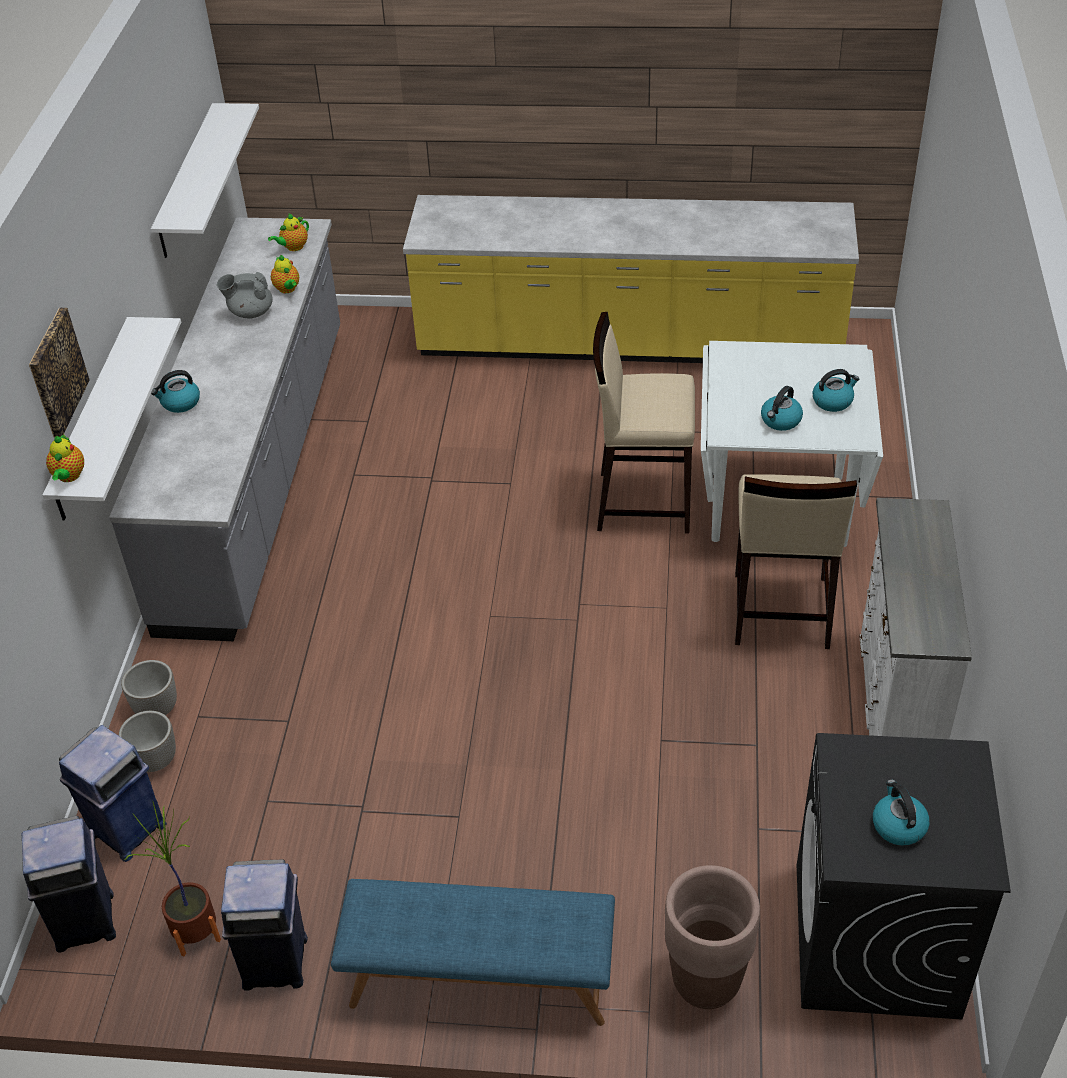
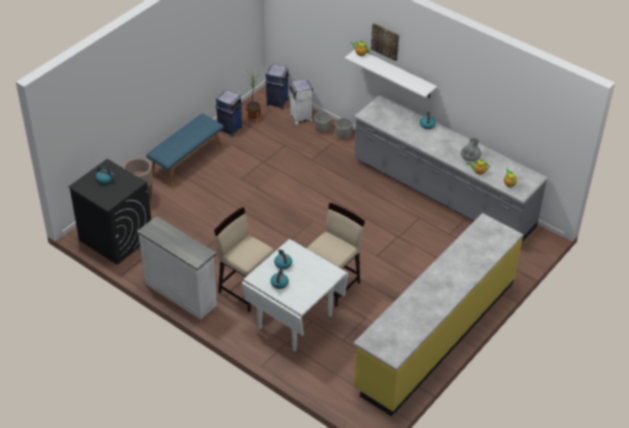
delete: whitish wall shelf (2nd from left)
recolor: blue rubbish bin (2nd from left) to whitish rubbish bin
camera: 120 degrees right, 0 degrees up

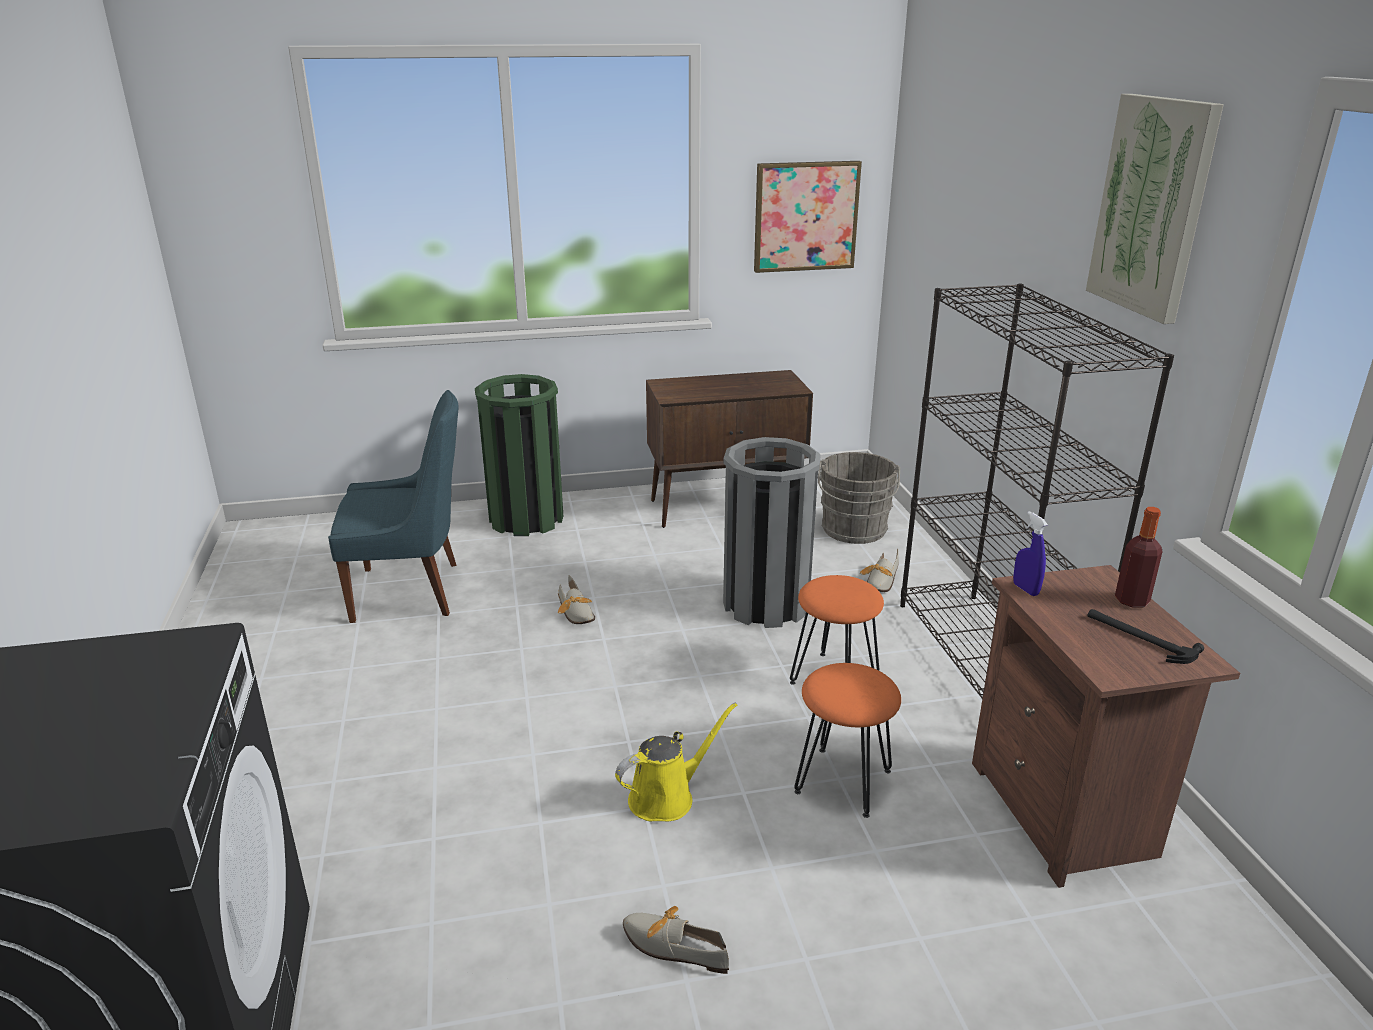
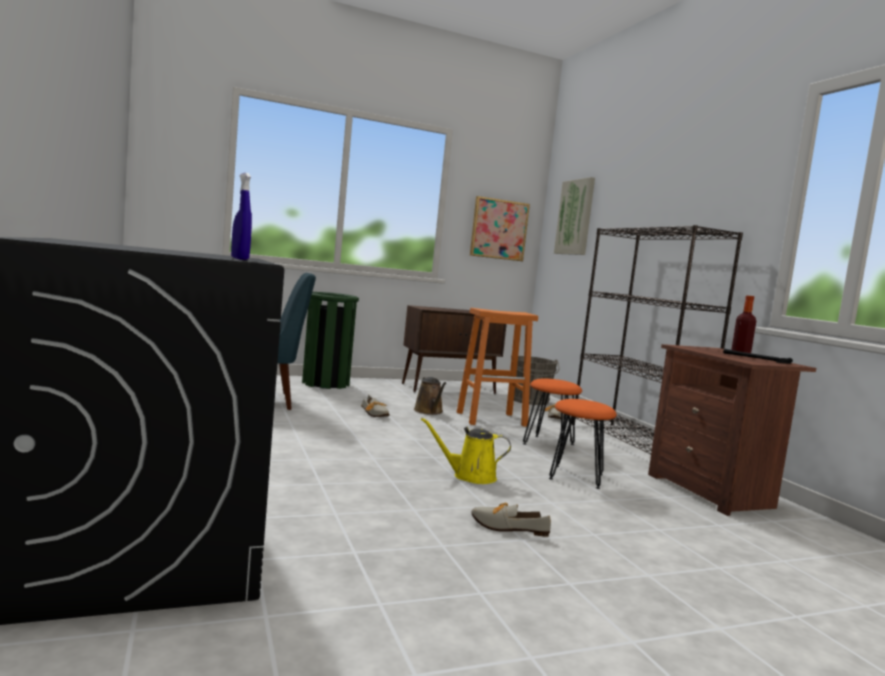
insert: brown-coloured watering pot
move: blue hand sprayer; picture (2nd from left)
replace: gray rubbish bin to orange stool seat (1st from left)
rotate: yellow-coloured watering pot 135 degrees counterclockwise
camera: 10 degrees left, 20 degrees down

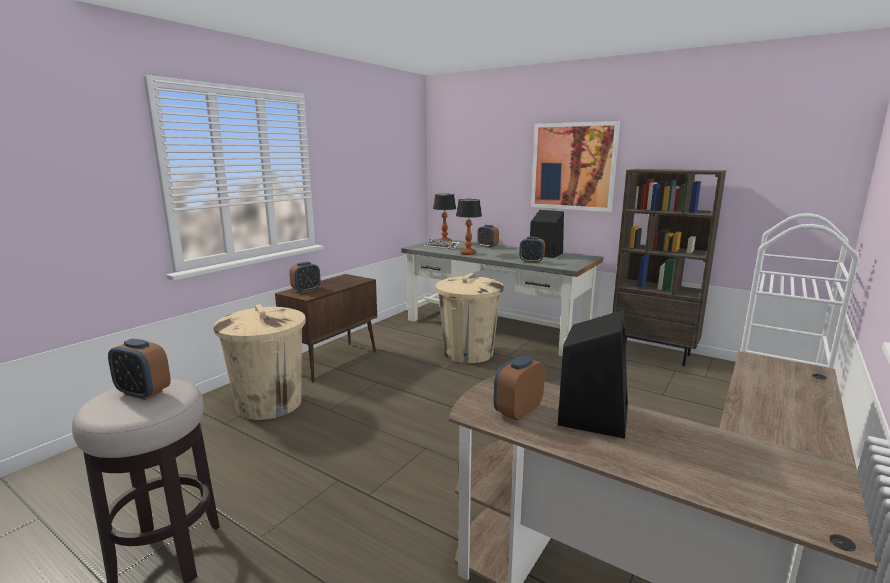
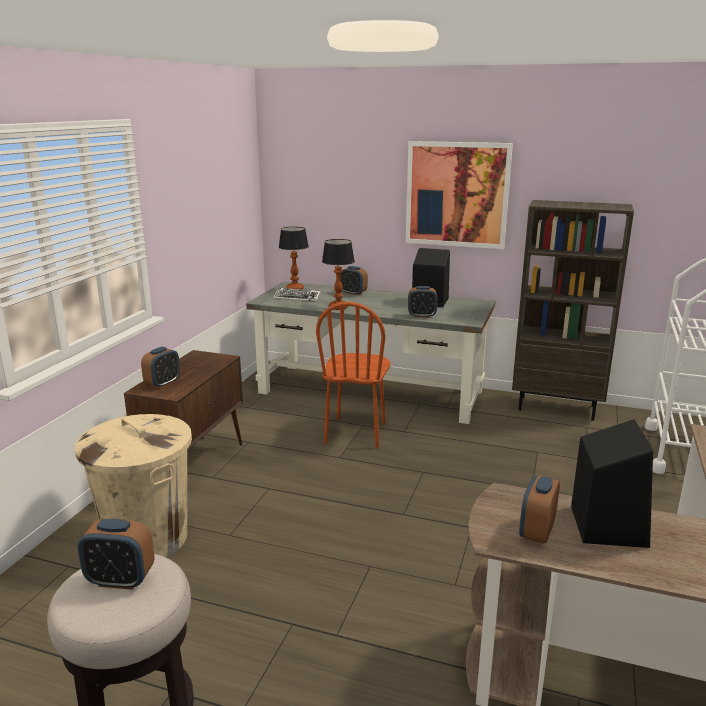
replace: beige rubbish bin (2nd from left) to brown-coloured plain chair
camera: 15 degrees left, 5 degrees up

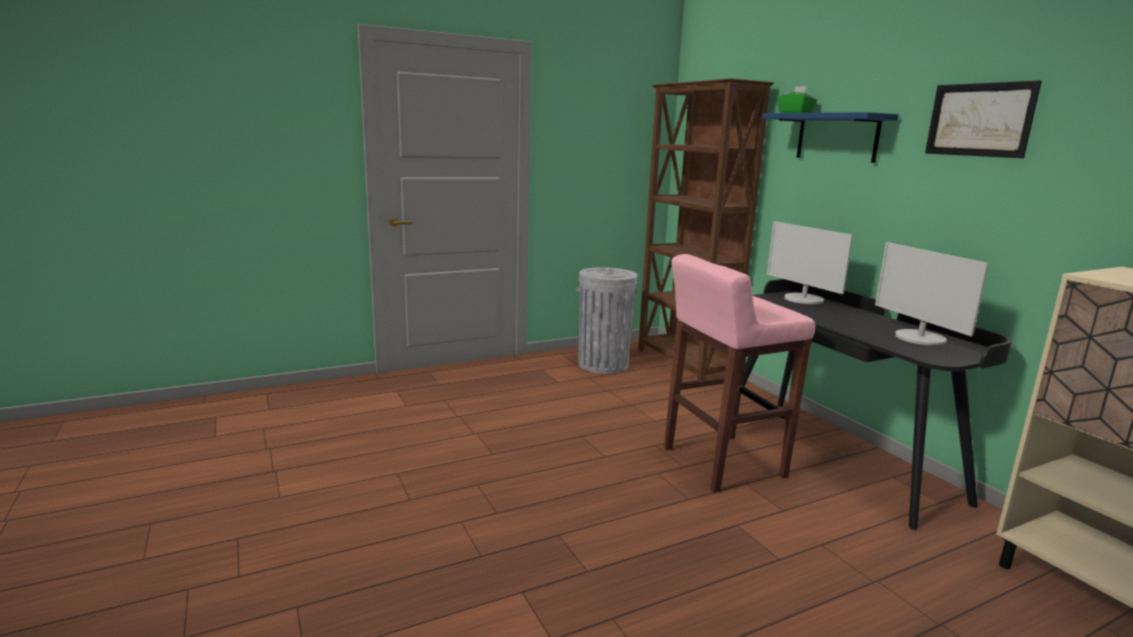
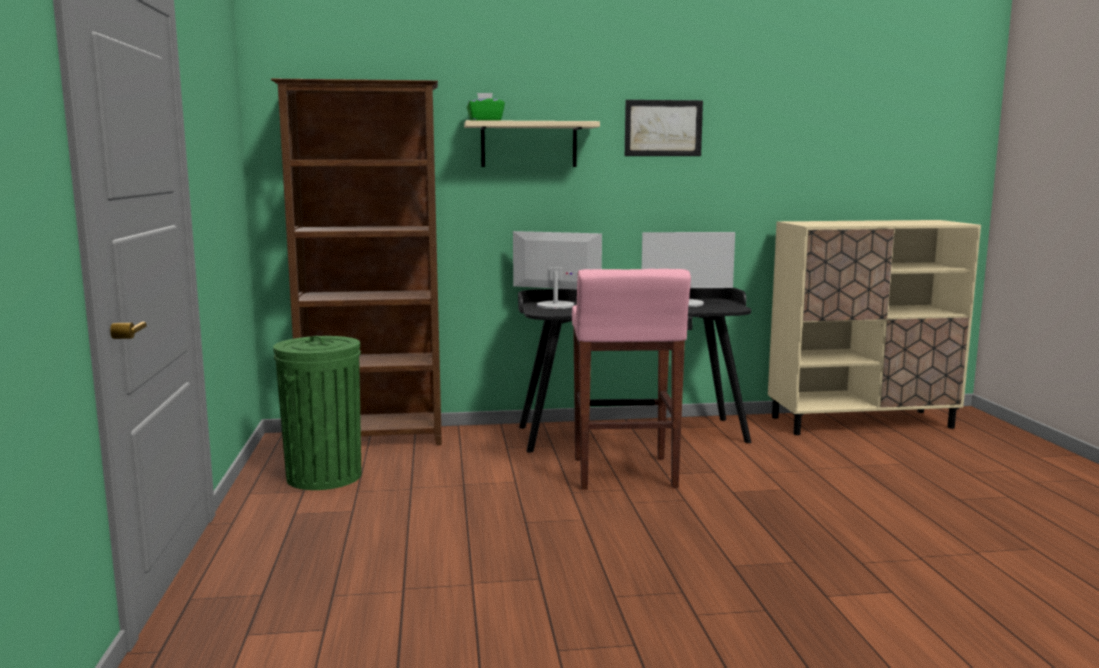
recolor: gray rubbish bin to green-coloured rubbish bin; blue wall shelf to beige wall shelf
rotate: computer display (1st from left) 150 degrees counterclockwise
camera: 70 degrees left, 5 degrees down

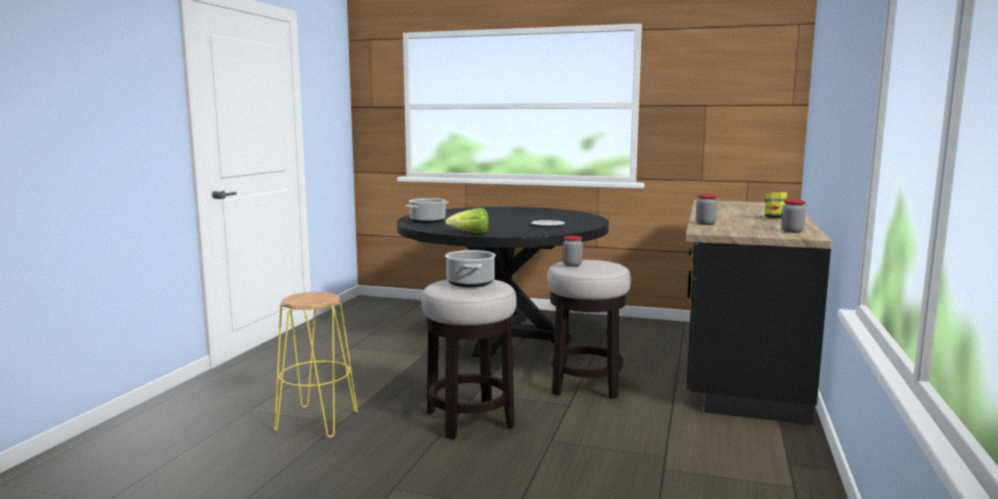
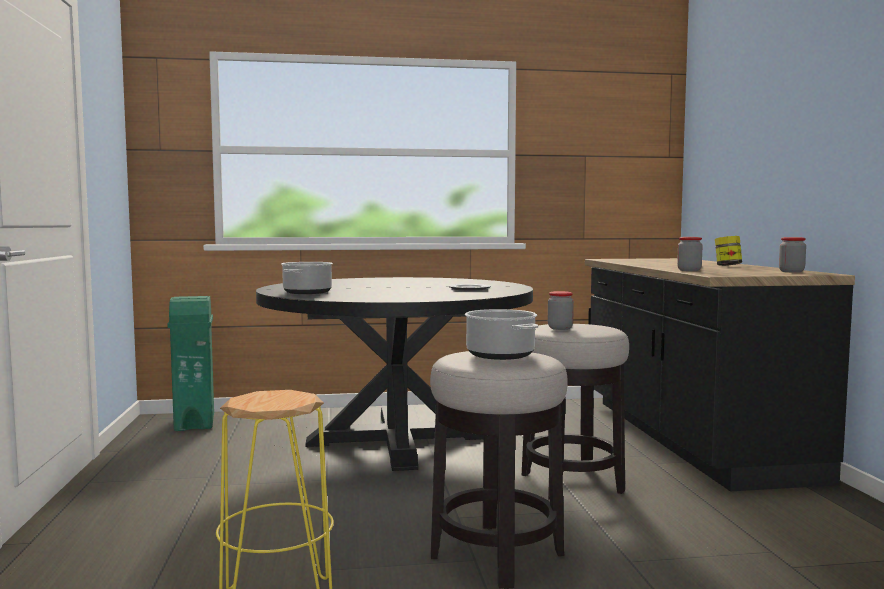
delete: lettuce head
insert: green-coloured rubbish bin
camera: 25 degrees left, 5 degrees down

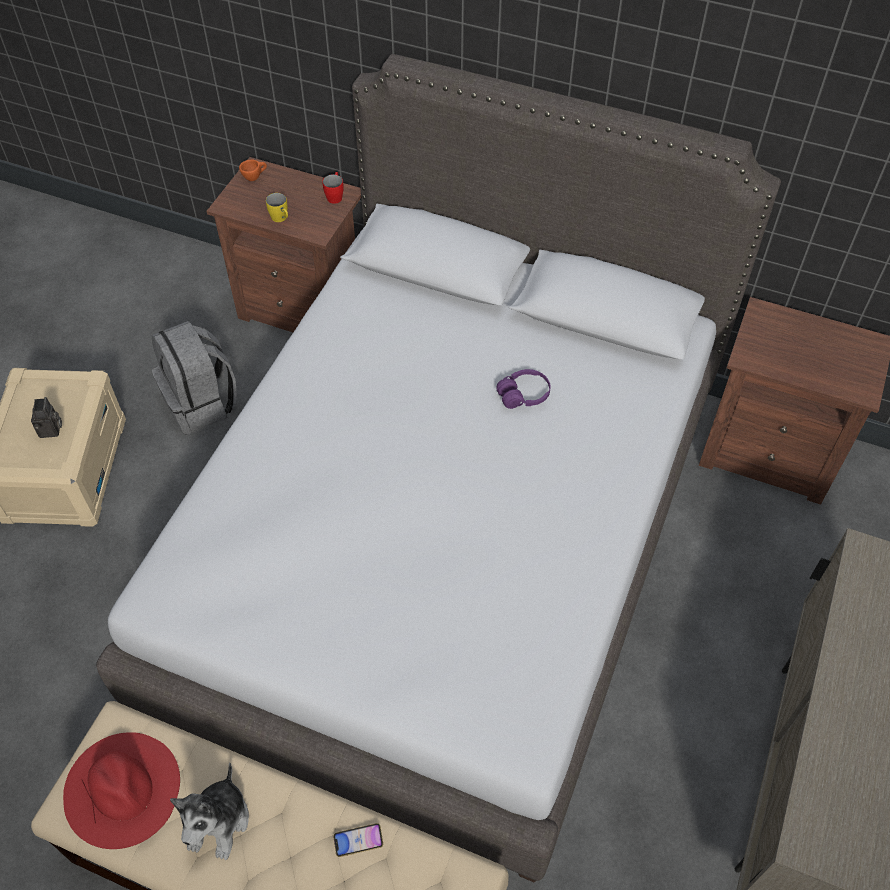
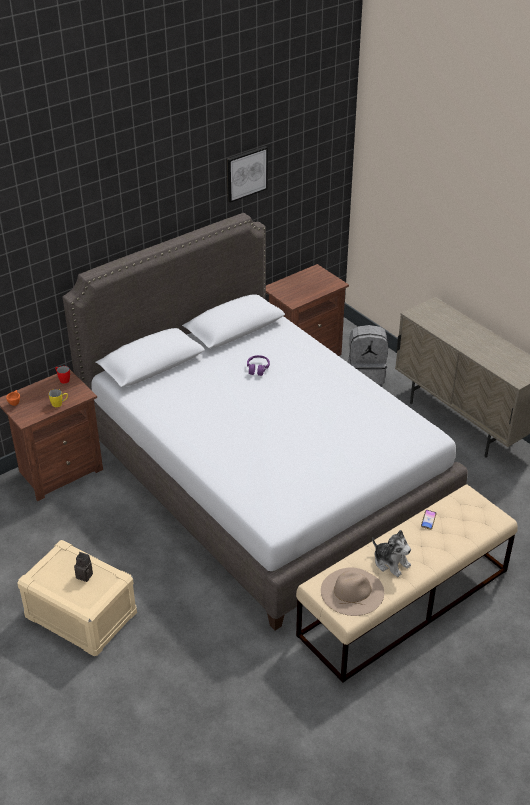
insert: picture
move: gray backpack
recolor: red-coloured clothing hat to beige clothing hat
camera: 60 degrees left, 15 degrees down

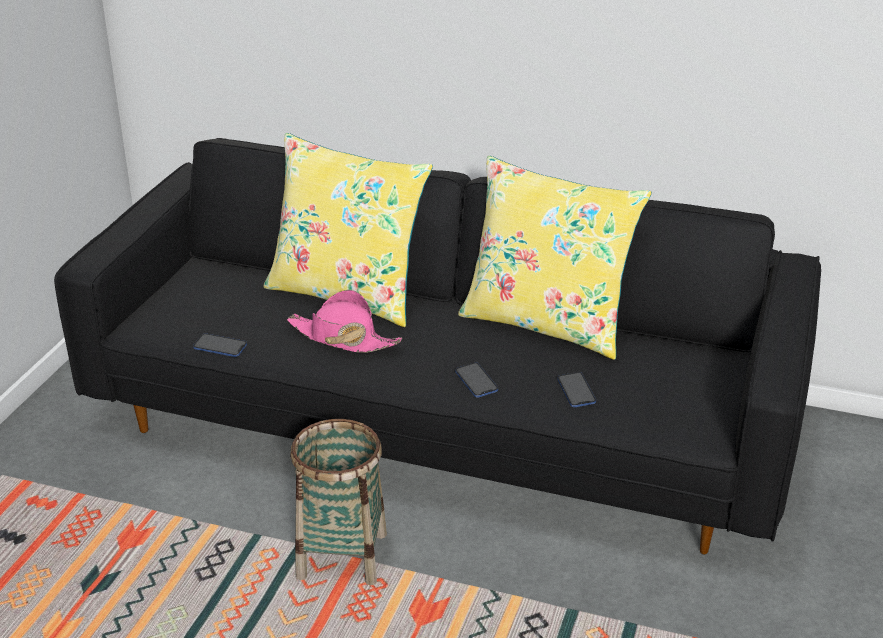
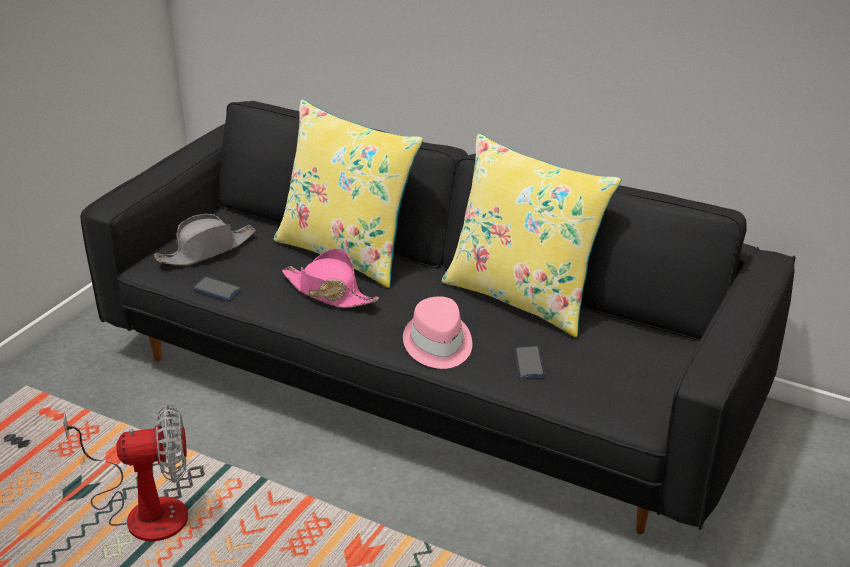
delete: household basket
insert: cooling fan; gray clothing hat
replace: phone (2nd from left) to pink-coloured clothing hat (2nd from left)
camera: 10 degrees right, 0 degrees up

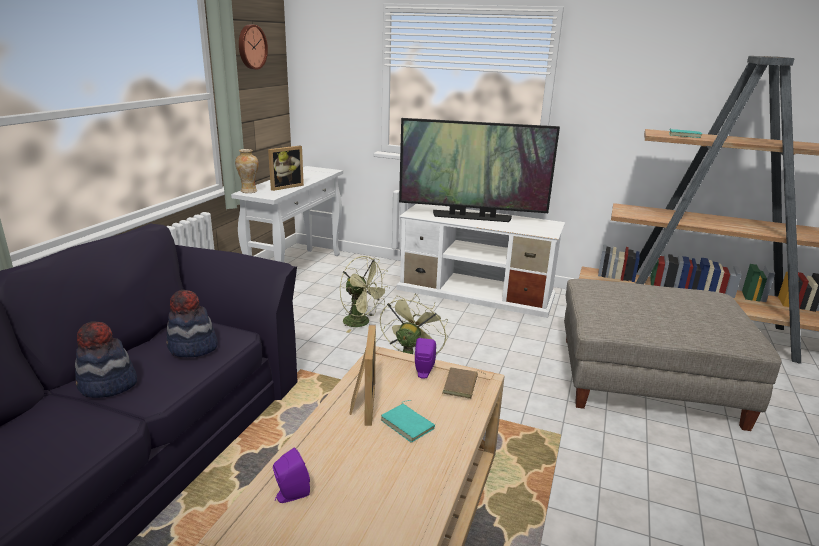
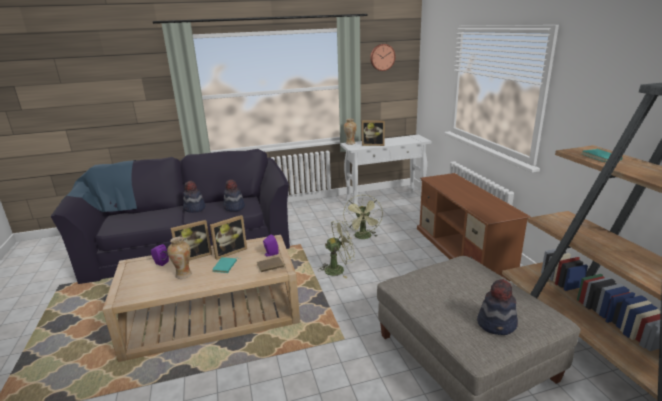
delete: TV
insert: flower vase (1st from left); photo frame (1st from left); clothing hat (3rd from left)
recolor: whitish tv stand to brown-coloured tv stand
camera: 55 degrees right, 0 degrees up

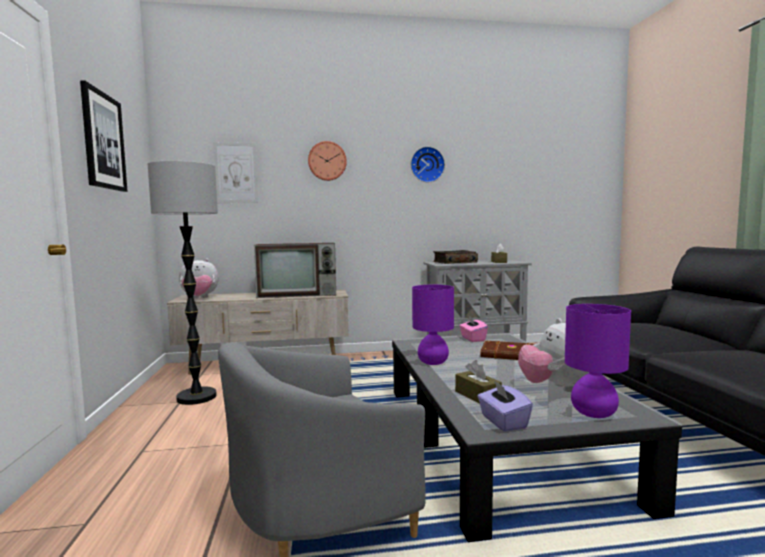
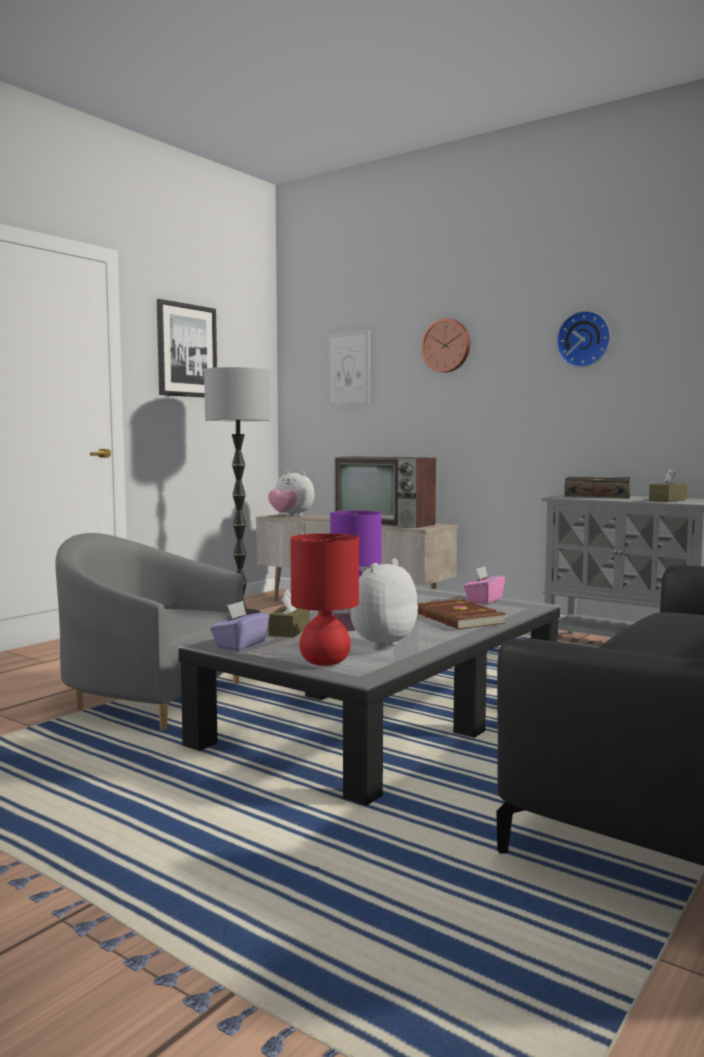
recolor: purple-coloured table lamp (2nd from left) to red-coloured table lamp
camera: 45 degrees right, 0 degrees up

